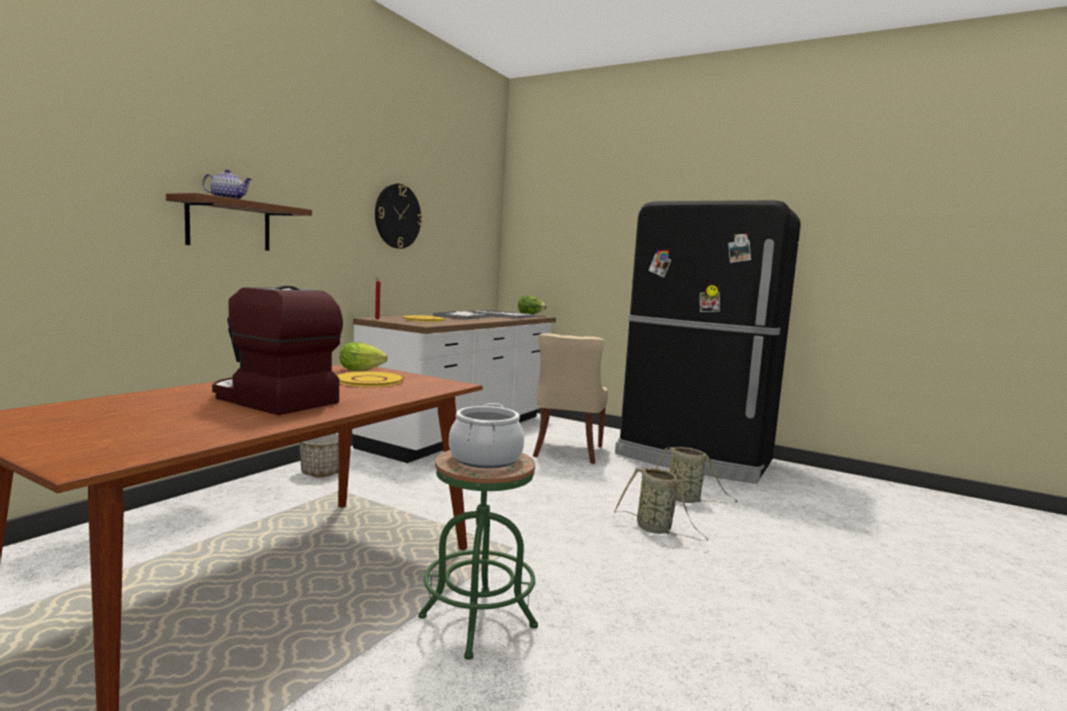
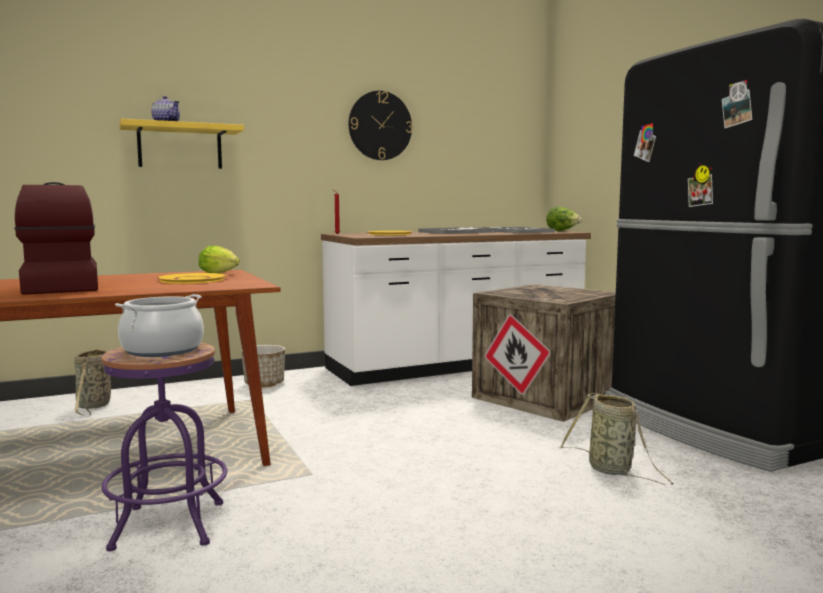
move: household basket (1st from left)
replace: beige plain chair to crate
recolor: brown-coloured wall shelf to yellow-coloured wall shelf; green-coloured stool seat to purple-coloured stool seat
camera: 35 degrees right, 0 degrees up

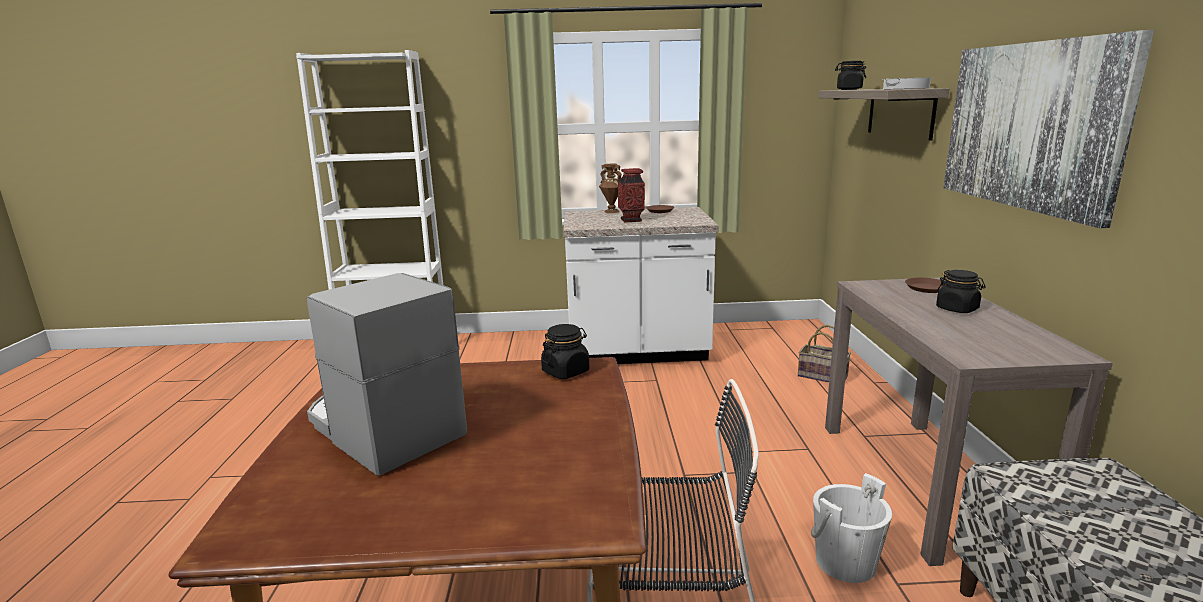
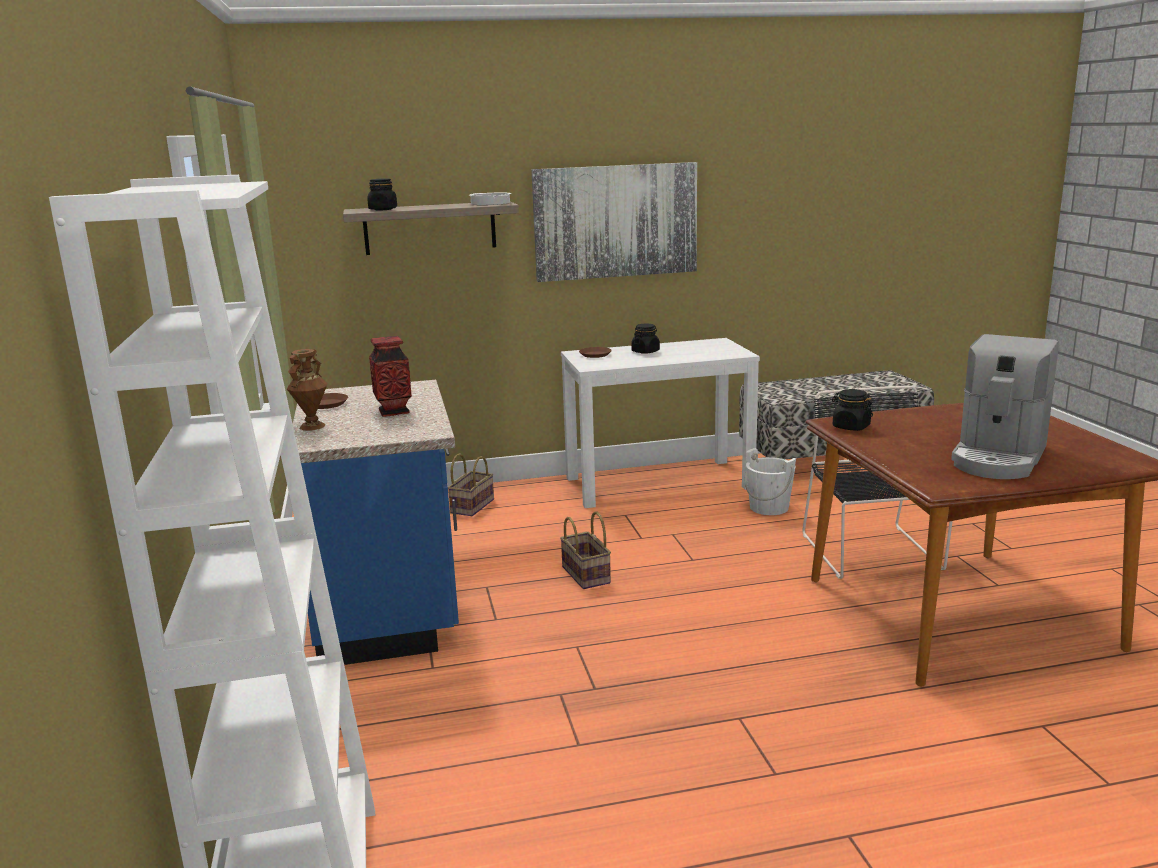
insert: household basket (2nd from left)
recolor: whitish counter to blue counter; brown-coloured console table to whitish console table
camera: 100 degrees left, 0 degrees up

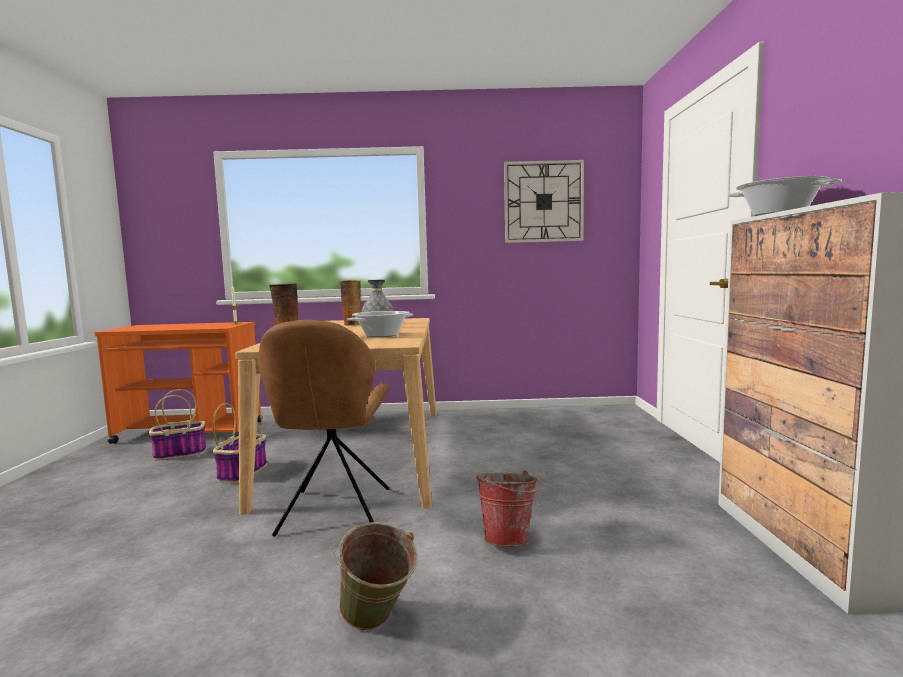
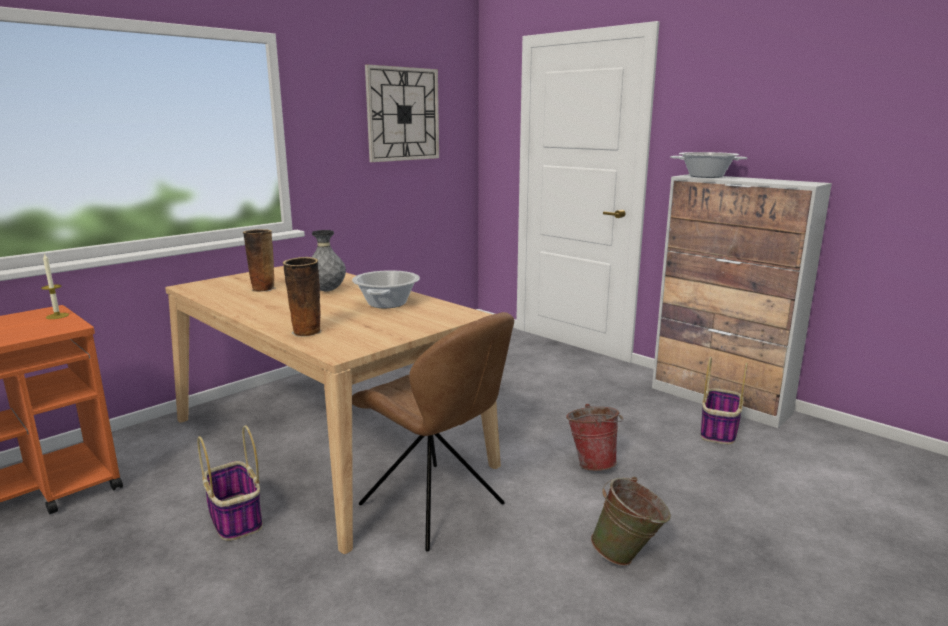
move: household basket (1st from left in the first image) to household basket (2nd from left)
camera: 45 degrees left, 10 degrees up

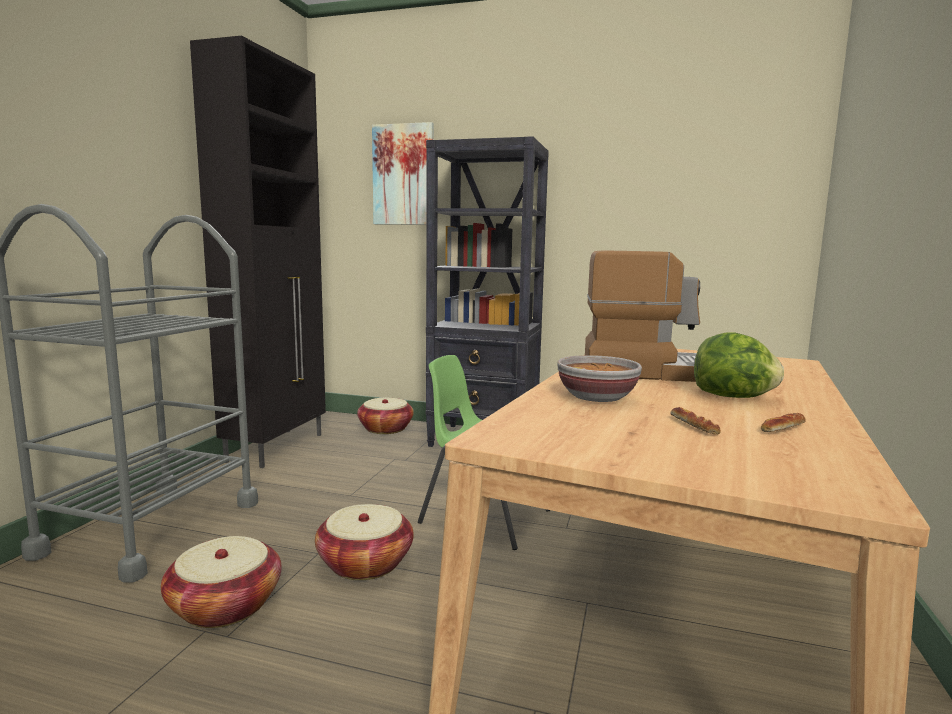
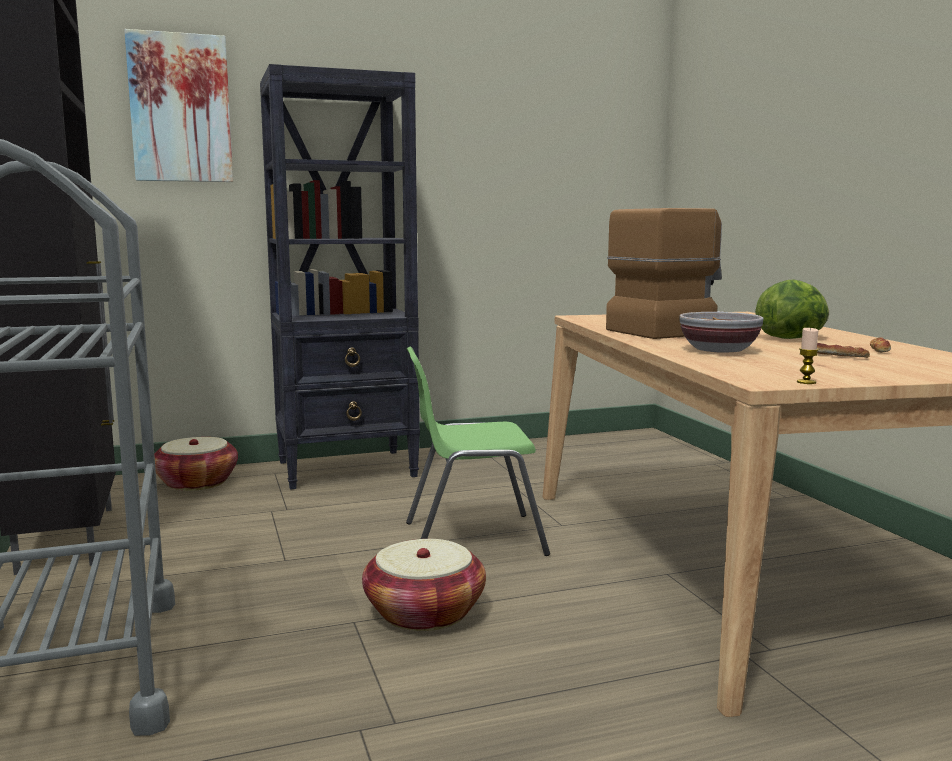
delete: household basket (1st from left)
insert: wax light
camera: 35 degrees left, 0 degrees up

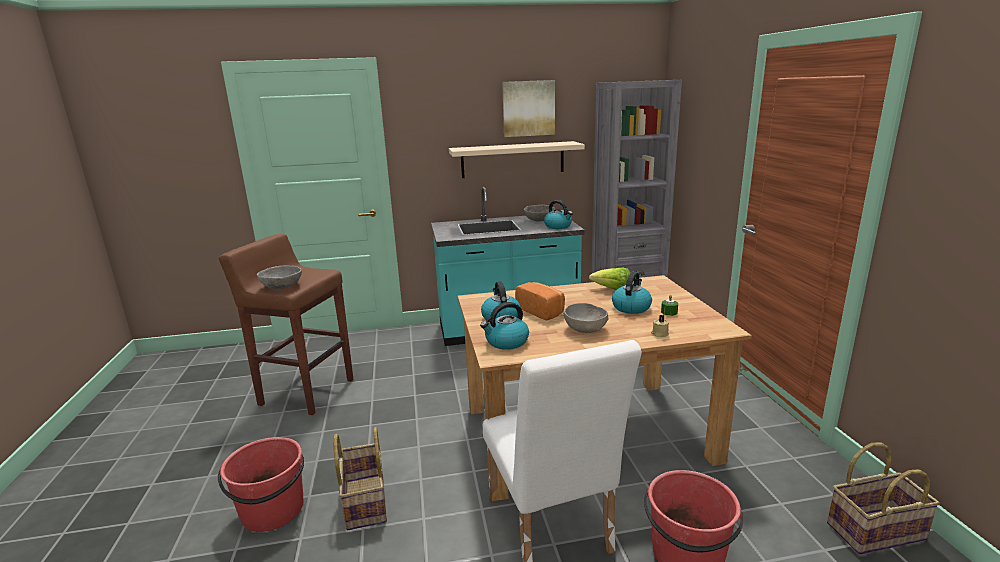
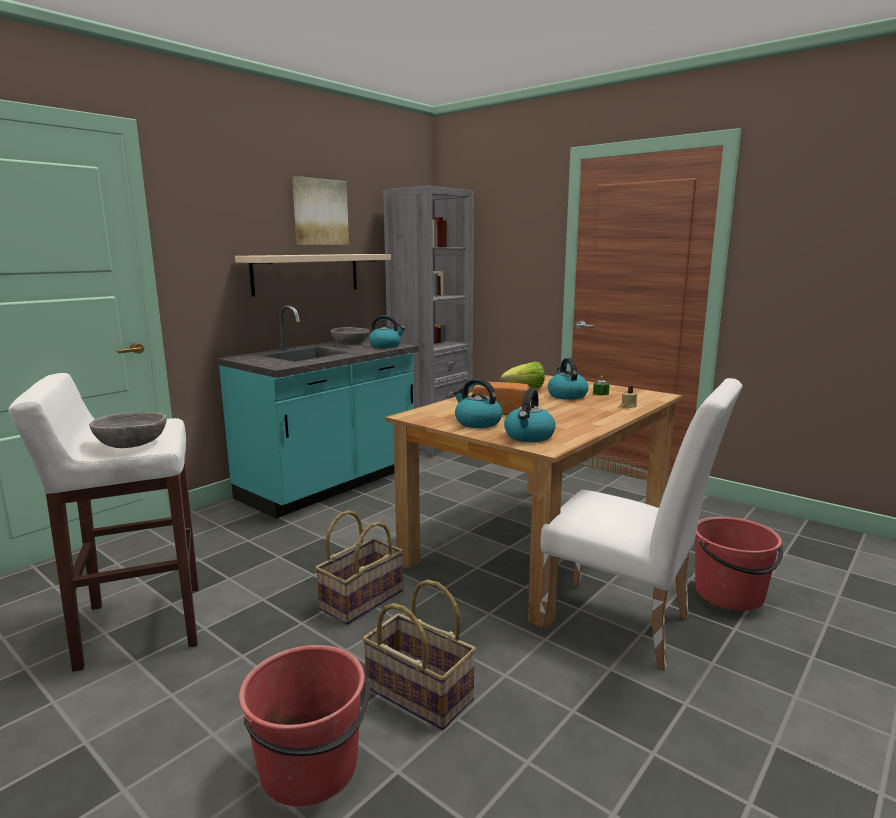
delete: gray serving bowl (3rd from left)
move: household basket (2nd from left in the first image) to household basket (1st from left)
recolor: brown-coloured stool seat to whitish stool seat
camera: 40 degrees left, 5 degrees down

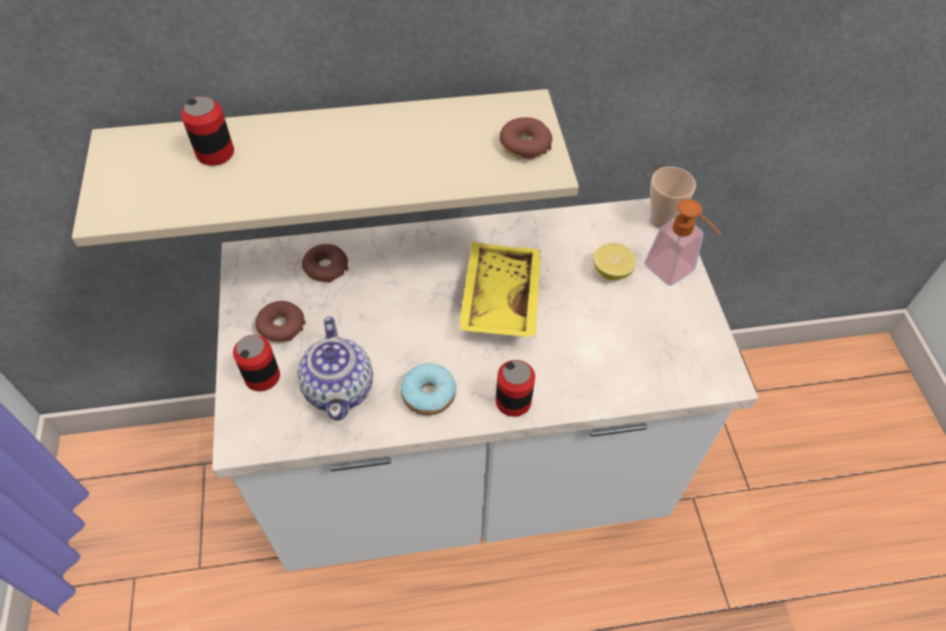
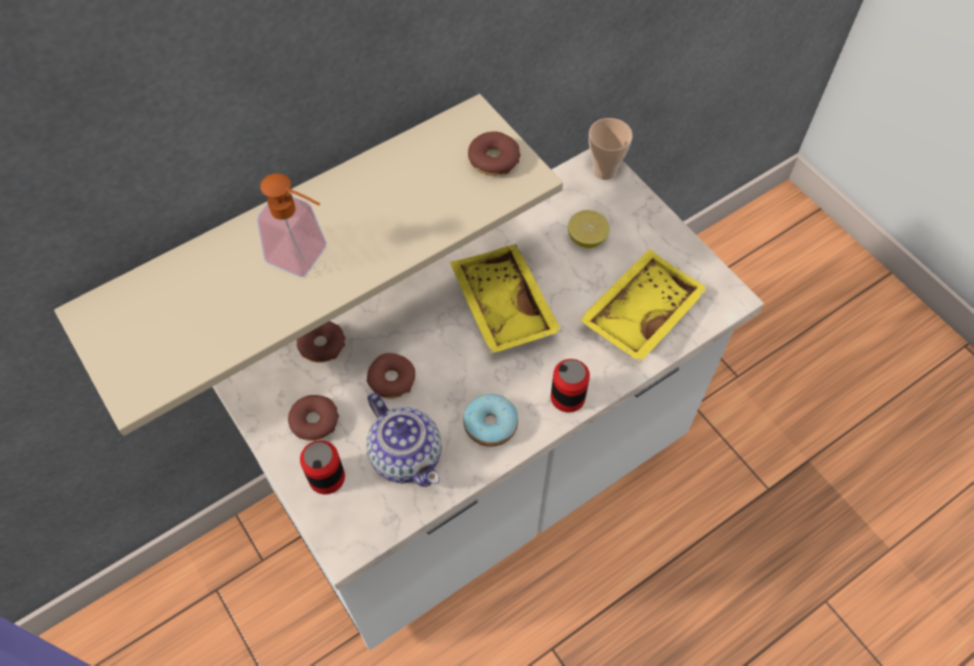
delete: sealed can (1st from left)
insert: donut (3rd from left); yellow-coloured tray (2nd from left)
move: soap dispenser
camera: 25 degrees left, 5 degrees up

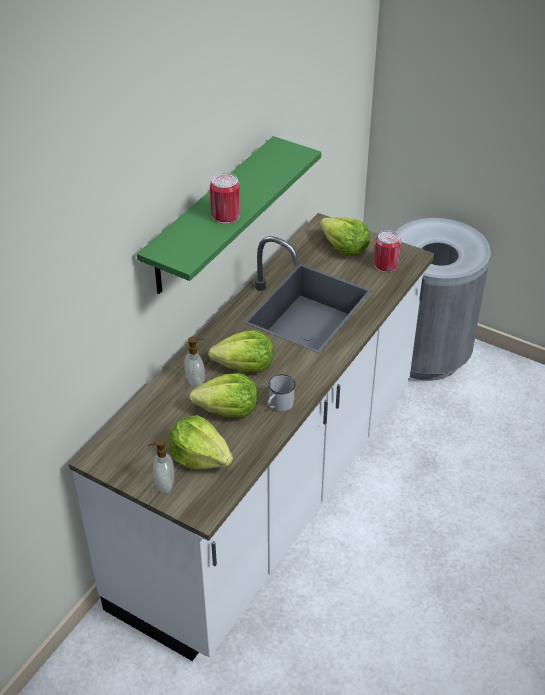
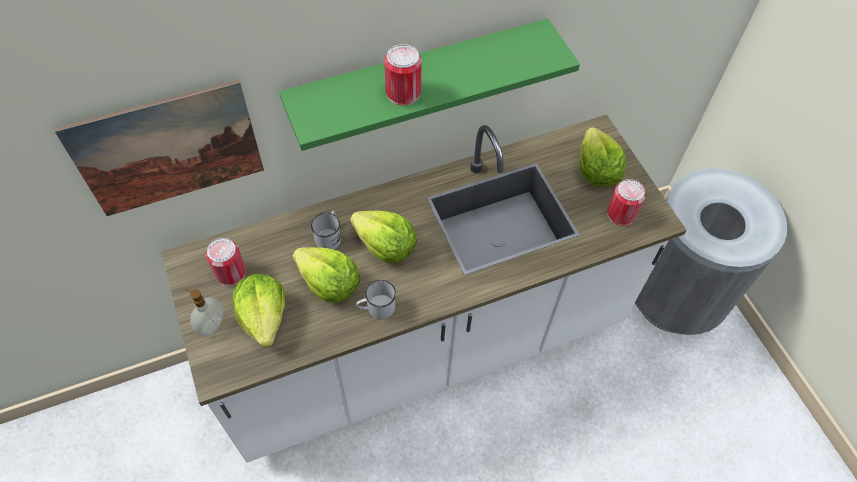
insert: picture; sealed can (1st from left)
replace: soap dispenser (2nd from left) to whitish mug (1st from left)
camera: 35 degrees right, 15 degrees up

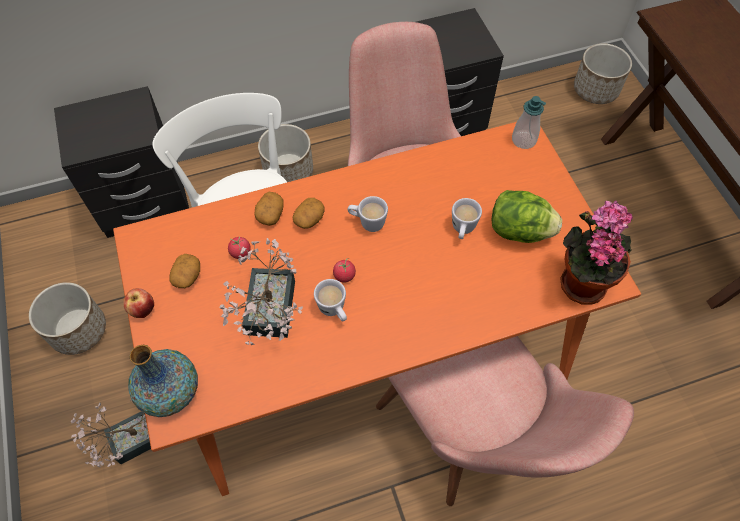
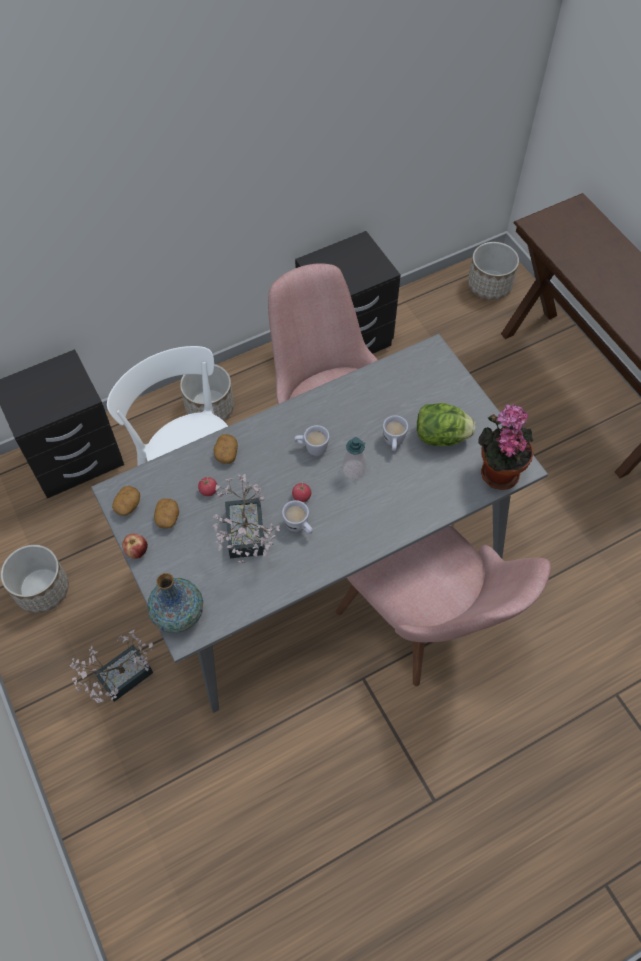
move: spud (3rd from left in the first image) to spud (1st from left); soap dispenser
recolor: orange dining table to gray dining table
camera: 10 degrees left, 0 degrees up

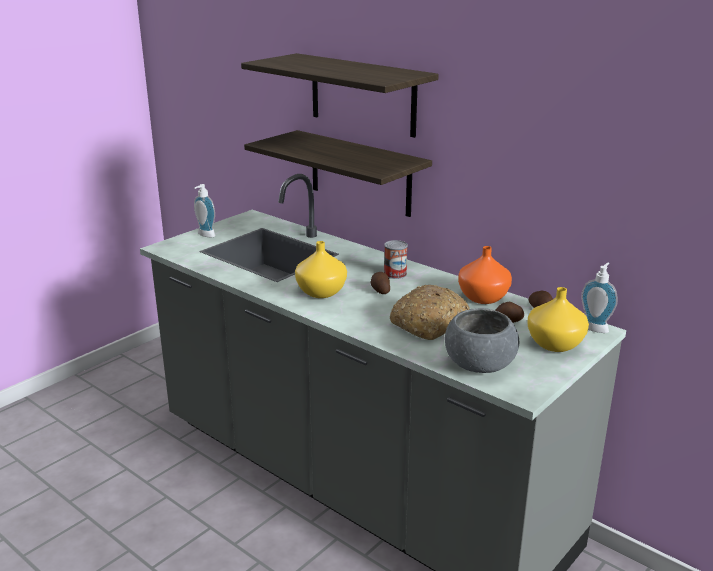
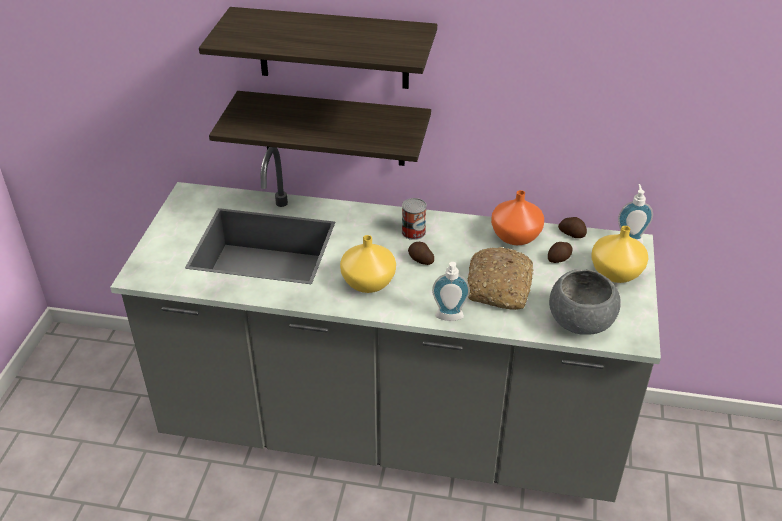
move: soap dispenser (1st from left)
camera: 30 degrees left, 15 degrees up

